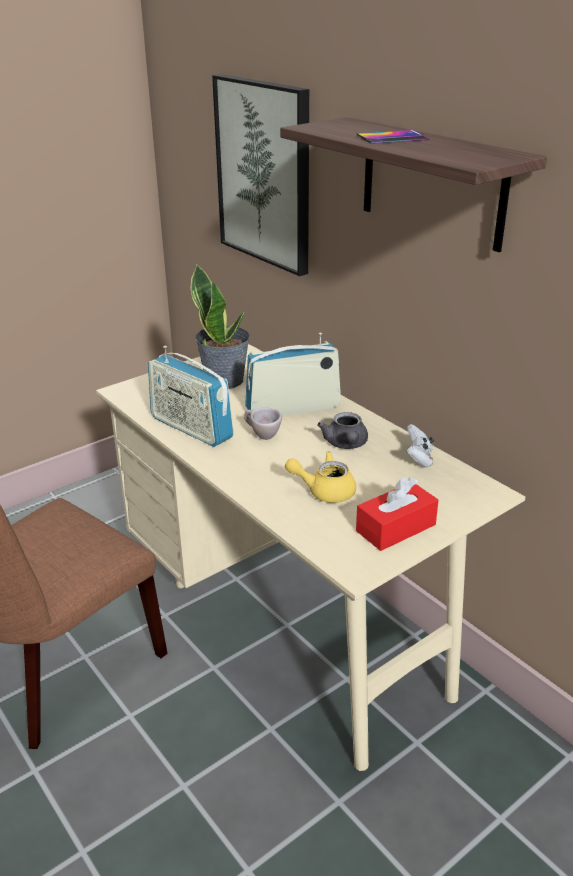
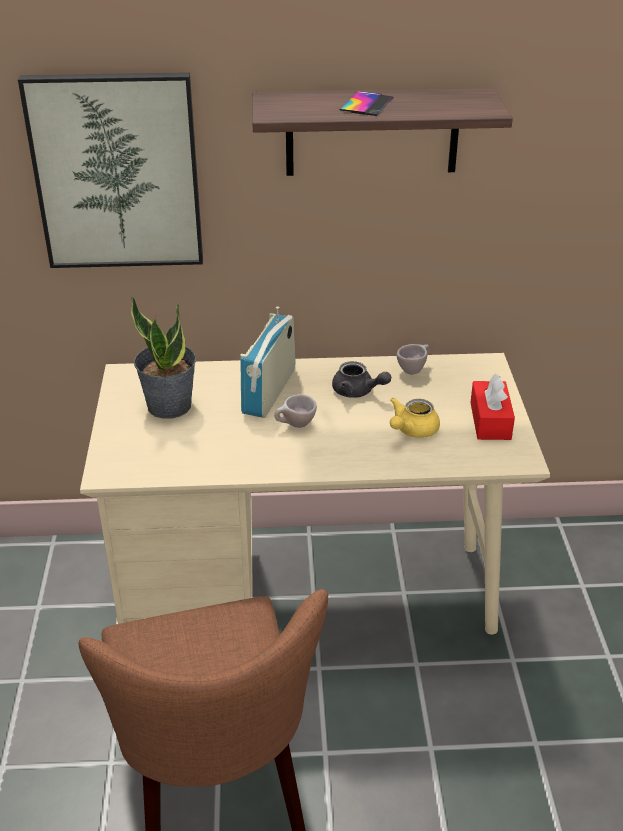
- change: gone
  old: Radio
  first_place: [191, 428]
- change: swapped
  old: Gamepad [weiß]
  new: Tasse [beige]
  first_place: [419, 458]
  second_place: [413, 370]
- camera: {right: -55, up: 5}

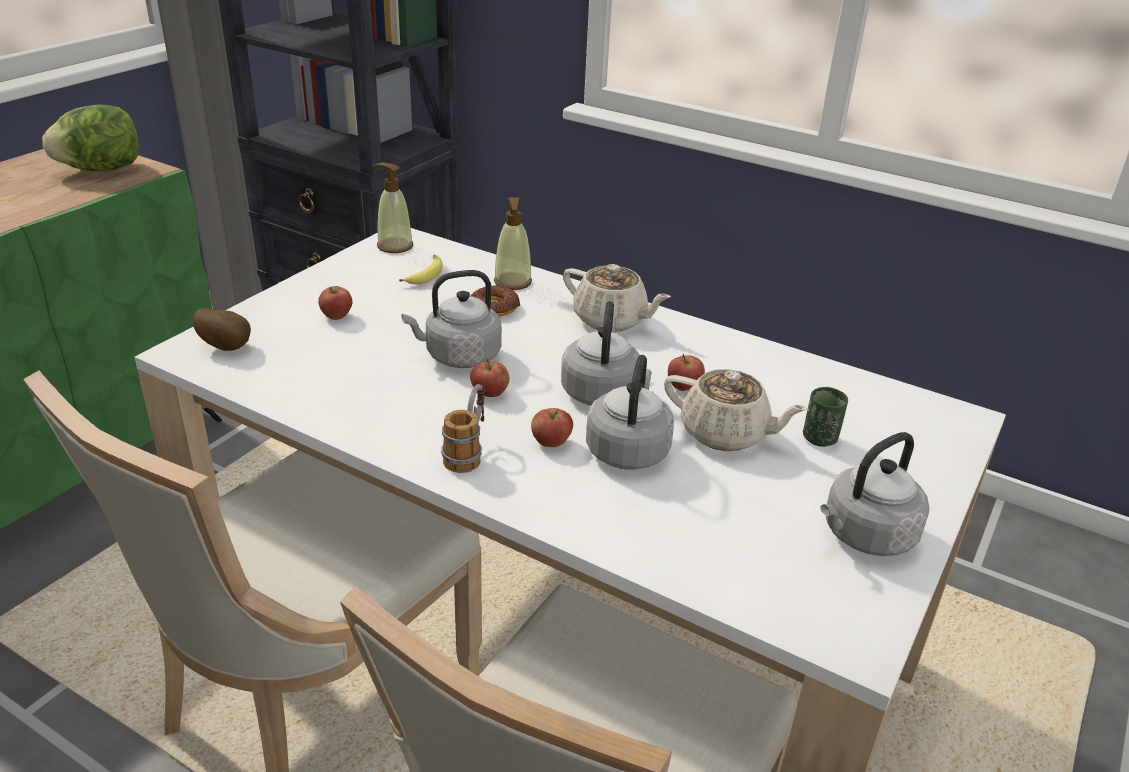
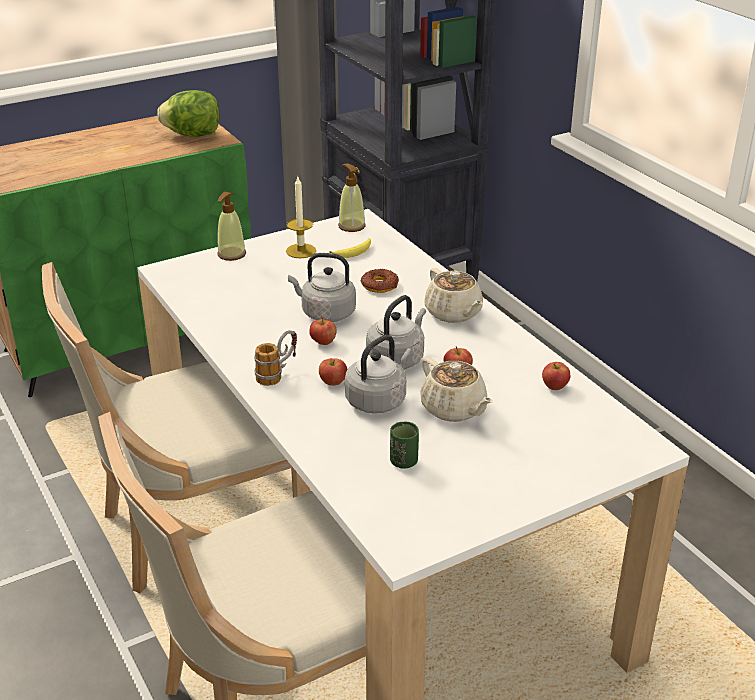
- change: gone
  old: Kartoffel
  first_place: [227, 346]
- change: shifted
  old: Apfel
  first_place: [337, 316]
  second_place: [555, 387]
- change: shifted
  old: Seifenspender
  first_place: [512, 282]
  second_place: [231, 254]
- change: shifted
  old: Tasse [grün]
  first_place: [819, 438]
  second_place: [403, 462]
- change: gone
  old: Wasserkessel [grau]
  first_place: [865, 536]
- change: new
  new: Kerze
  second_place: [301, 251]
- camera: {right: 30, up: 0}

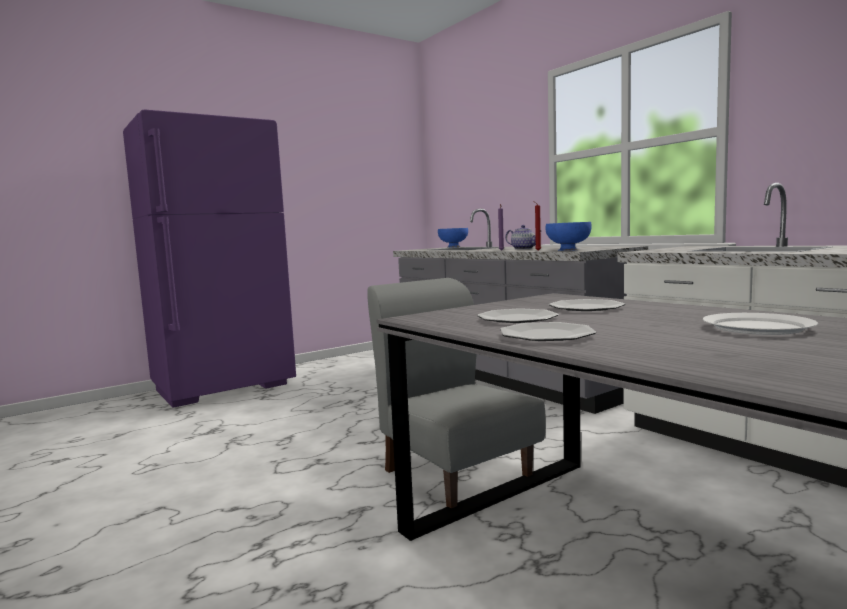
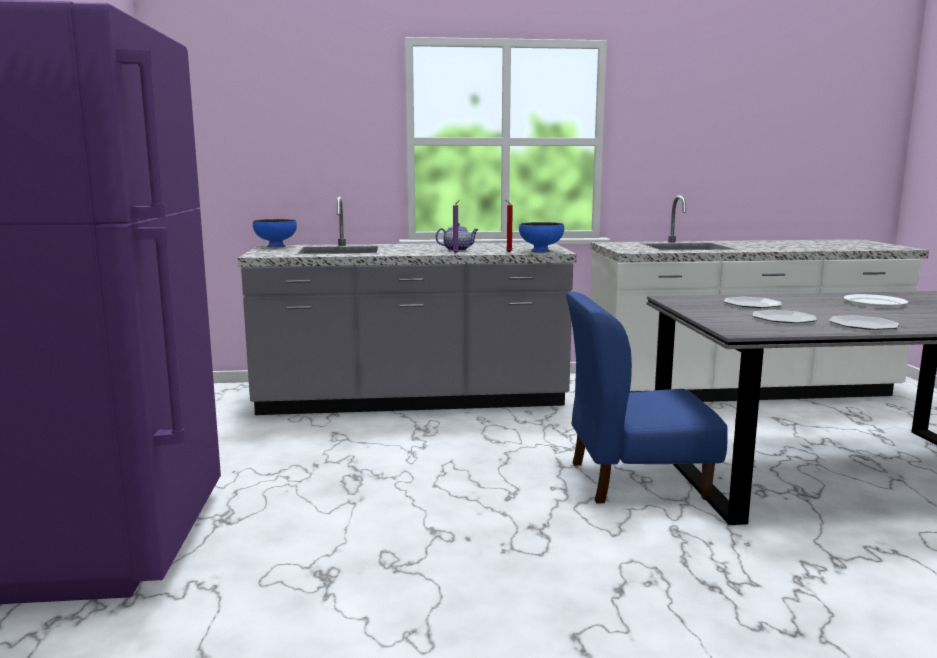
- change: repainted
  old: Stuhl [grau]
  new: Stuhl [blau]
  first_place: [456, 473]
  second_place: [636, 479]
- camera: {right: -60, up: 5}

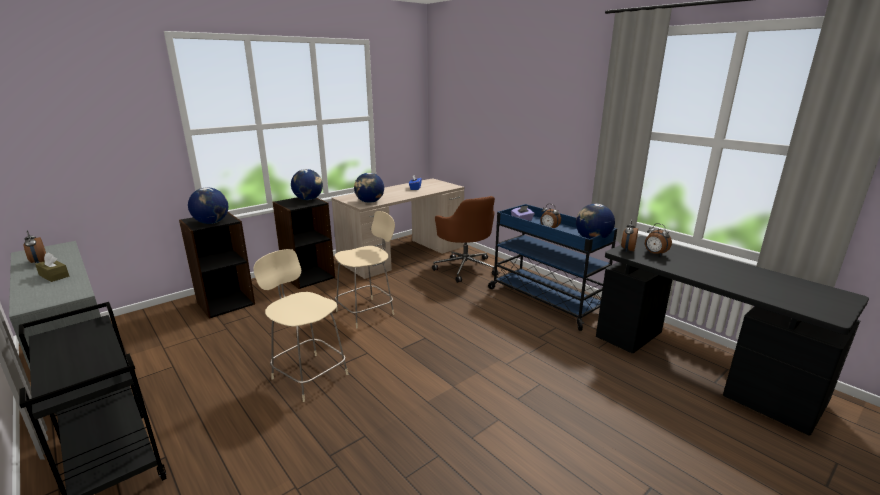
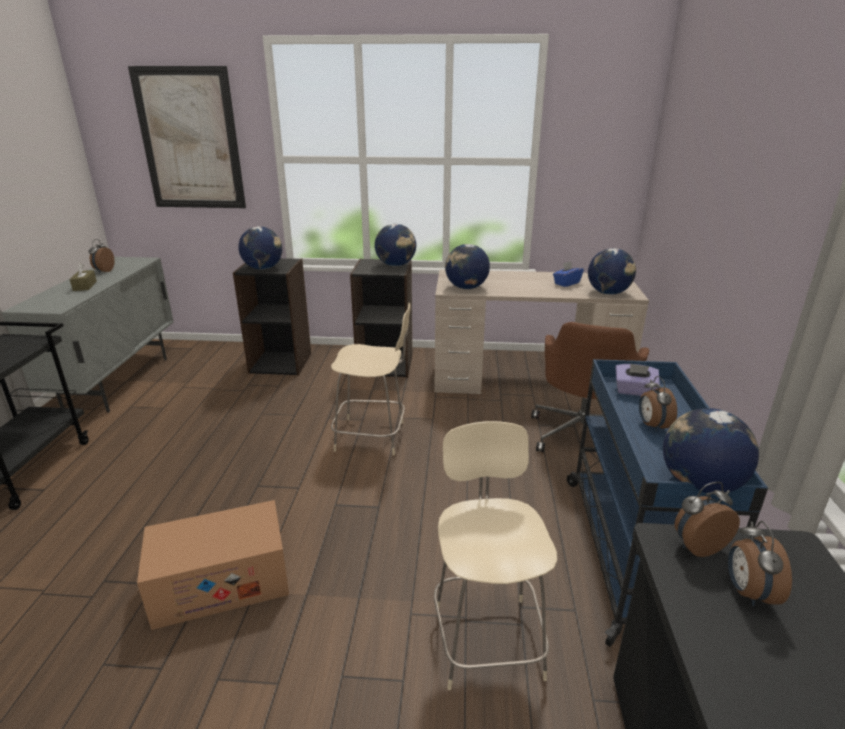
- change: shifted
  old: Stuhl [beige]
  first_place: [308, 375]
  second_place: [487, 637]
- change: new
  new: Bild
  second_place: [190, 140]
- change: new
  new: Karton
  second_place: [221, 582]
- change: new
  new: Globus
  second_place: [608, 293]
- camera: {right: 45, up: 5}

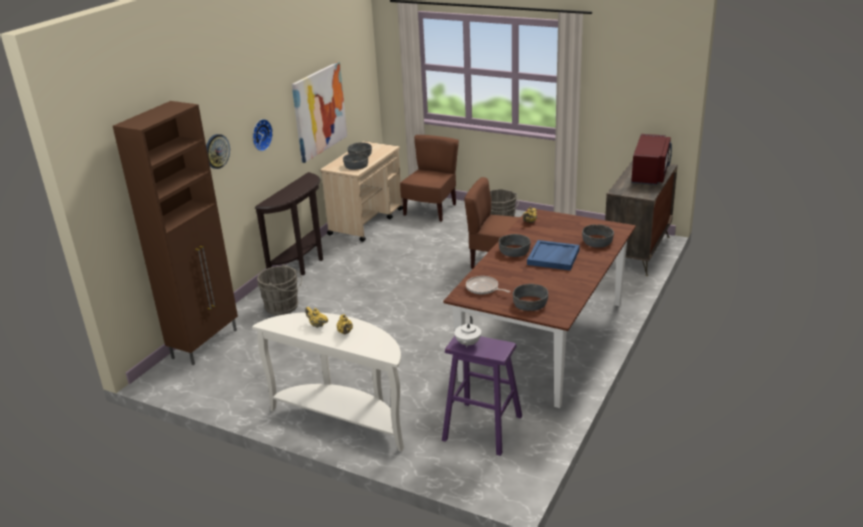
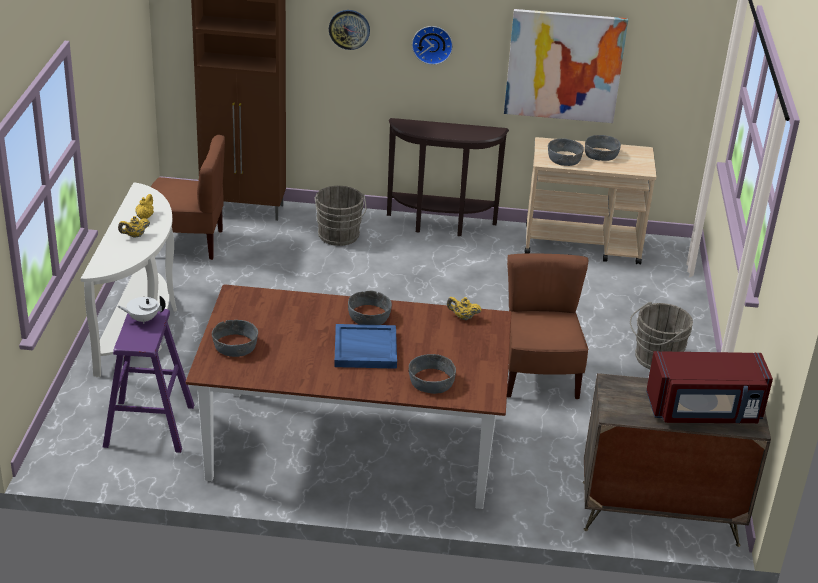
- change: shifted
  old: Stuhl [braun]
  first_place: [431, 210]
  second_place: [187, 243]
- change: gone
  old: Pfanne
  first_place: [483, 288]
- camera: {right: 65, up: 5}

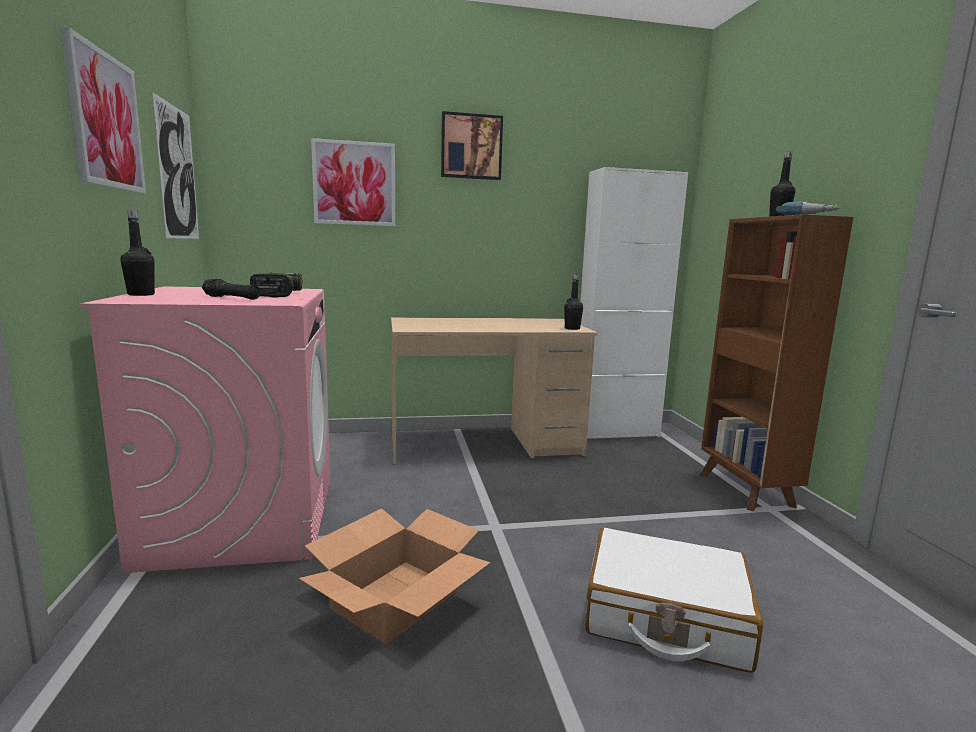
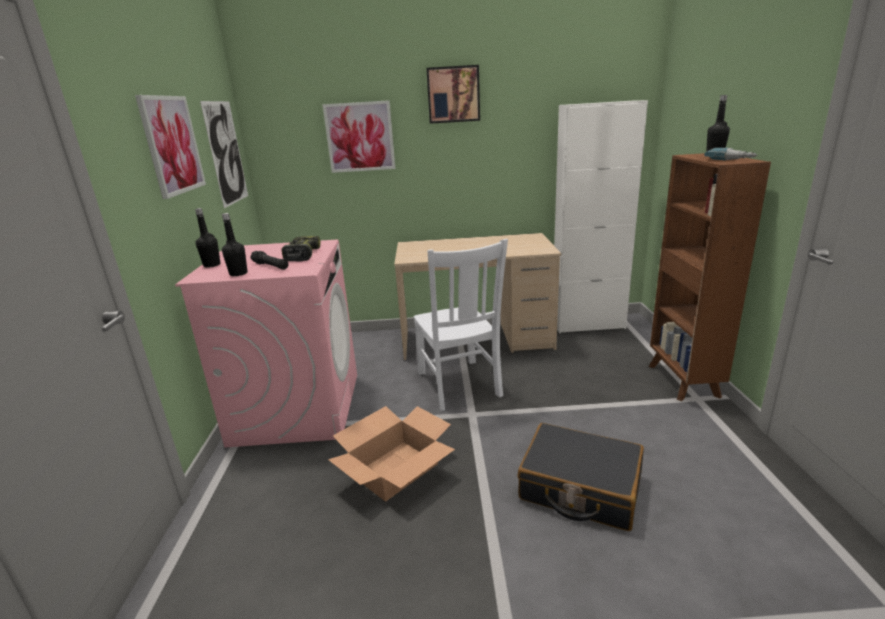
- change: shifted
  old: Flasche [schwarz]
  first_place: [572, 328]
  second_place: [238, 274]
- change: repainted
  old: Koffer [weiß]
  new: Koffer [schwarz]
  first_place: [665, 616]
  second_place: [580, 488]
- change: new
  new: Stuhl [weiß]
  second_place: [459, 385]
- camera: {right: 10, up: 10}

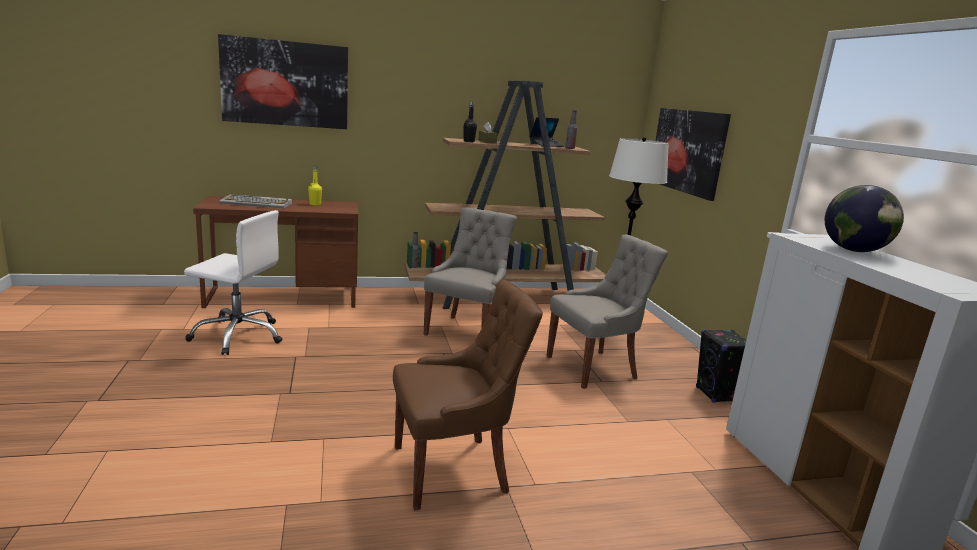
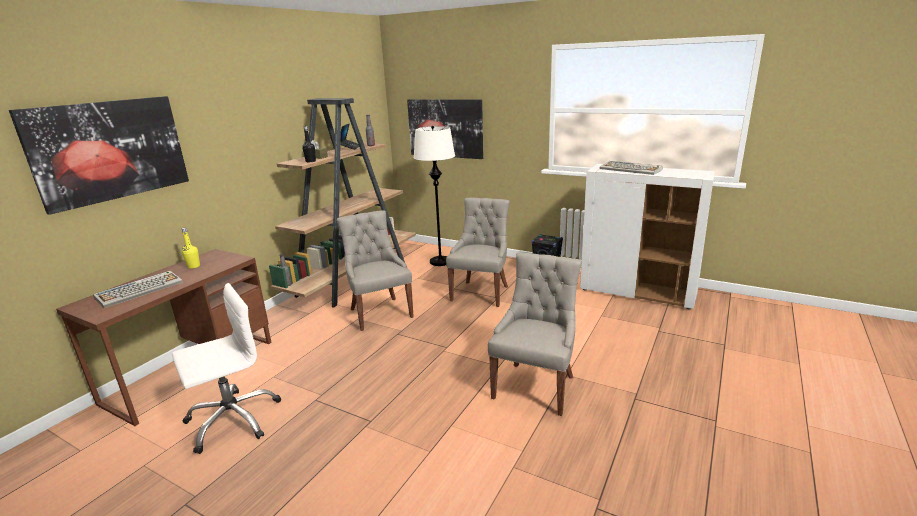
- change: repainted
  old: Stuhl [braun]
  new: Stuhl [grau]
  first_place: [453, 470]
  second_place: [535, 386]
- change: swapped
  old: Globus
  new: Tastatur
  first_place: [854, 251]
  second_place: [631, 169]
- camera: {right: -45, up: 5}

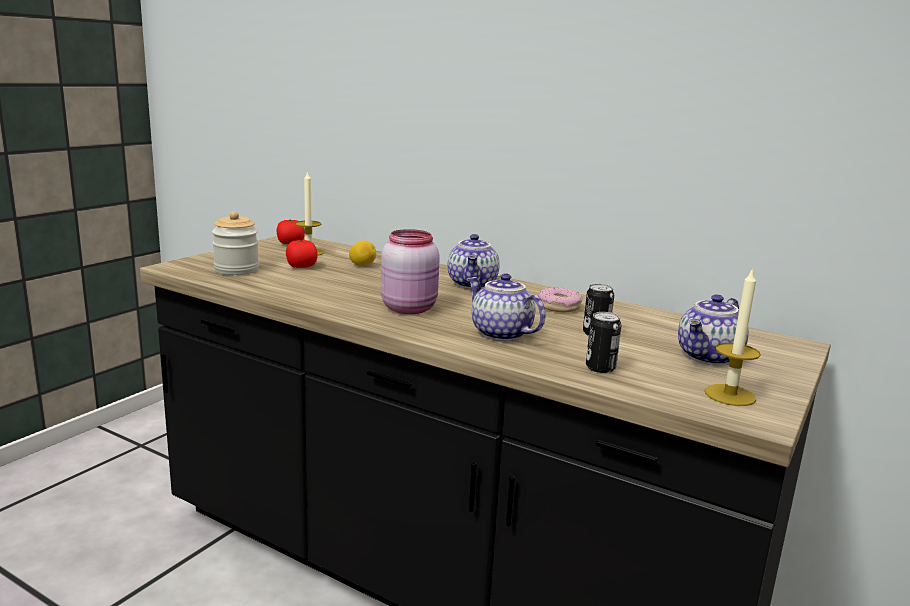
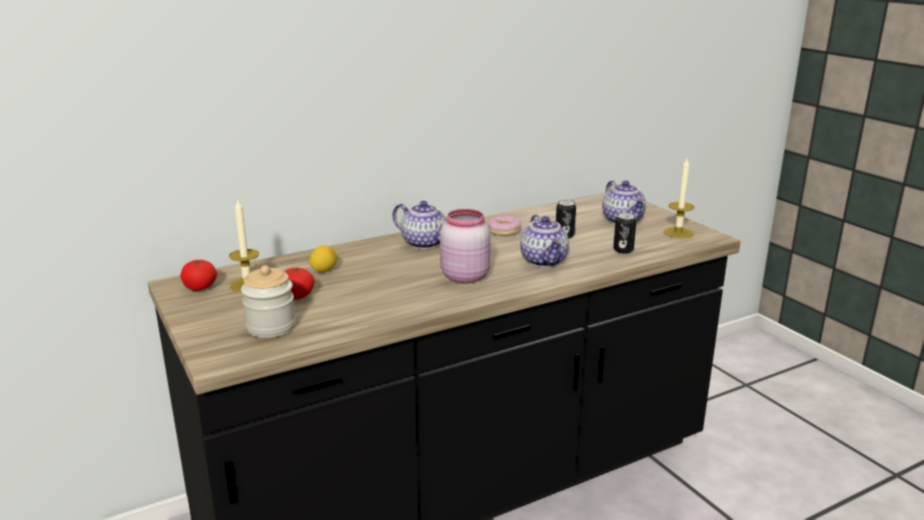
- change: rotated
  old: Teekanne
  first_place: [500, 334]
  second_place: [545, 261]
  degrees: -90
- camera: {right: -60, up: 5}

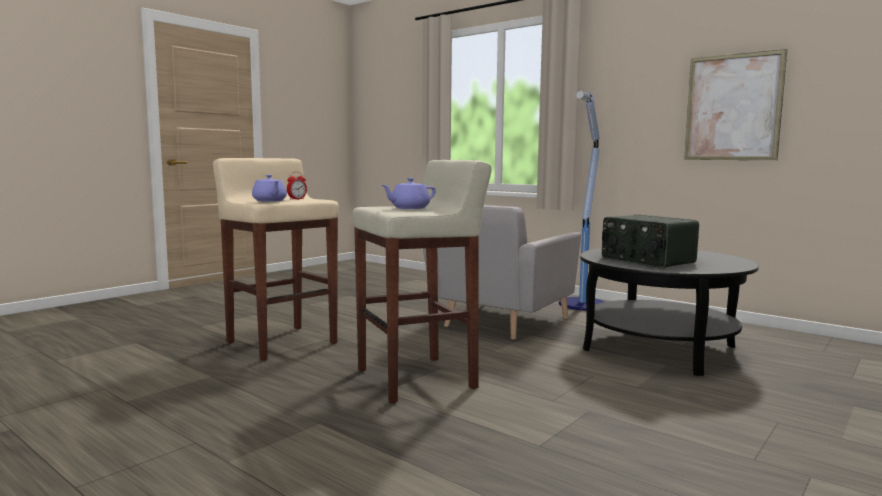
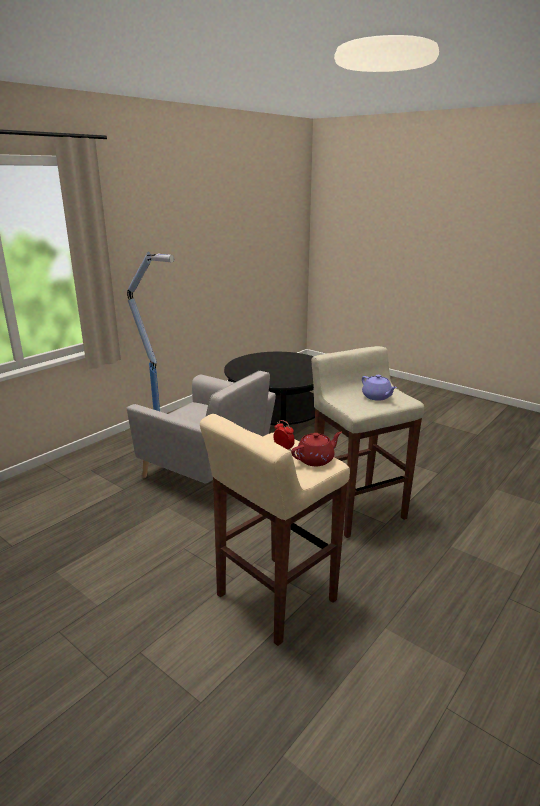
- change: repainted
  old: Teekanne [lila]
  new: Teekanne [rot]
  first_place: [270, 201]
  second_place: [316, 459]
- change: gone
  old: Radio
  first_place: [646, 260]
- change: gone
  old: Bild
  first_place: [732, 107]
- camera: {right: -90, up: 15}

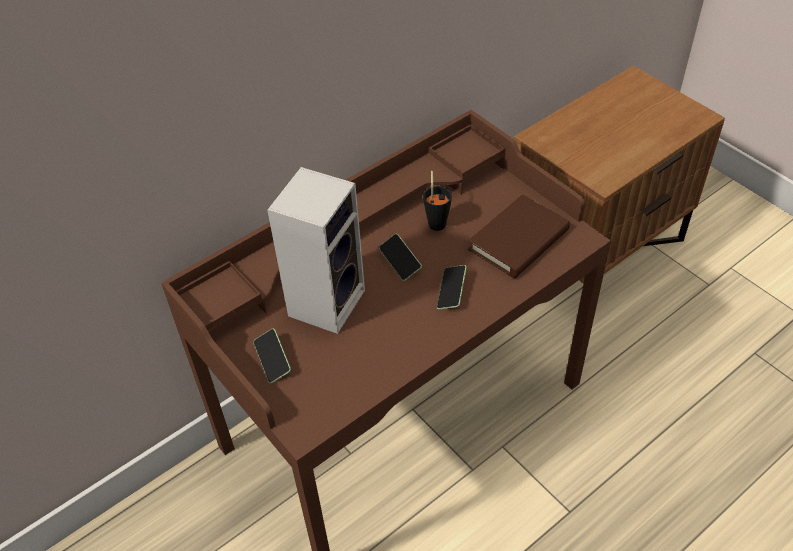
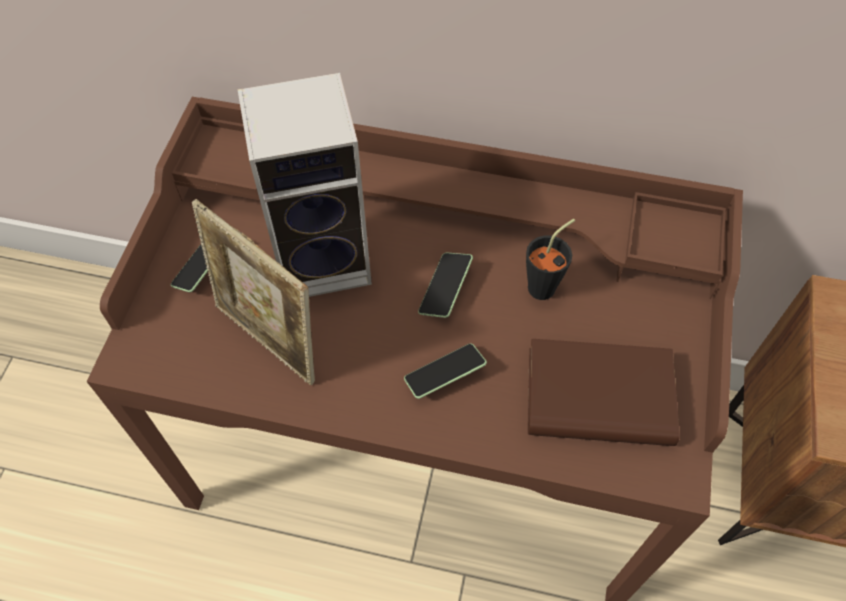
- change: new
  new: Bilderrahmen
  second_place: [270, 340]
- camera: {right: 50, up: 10}

